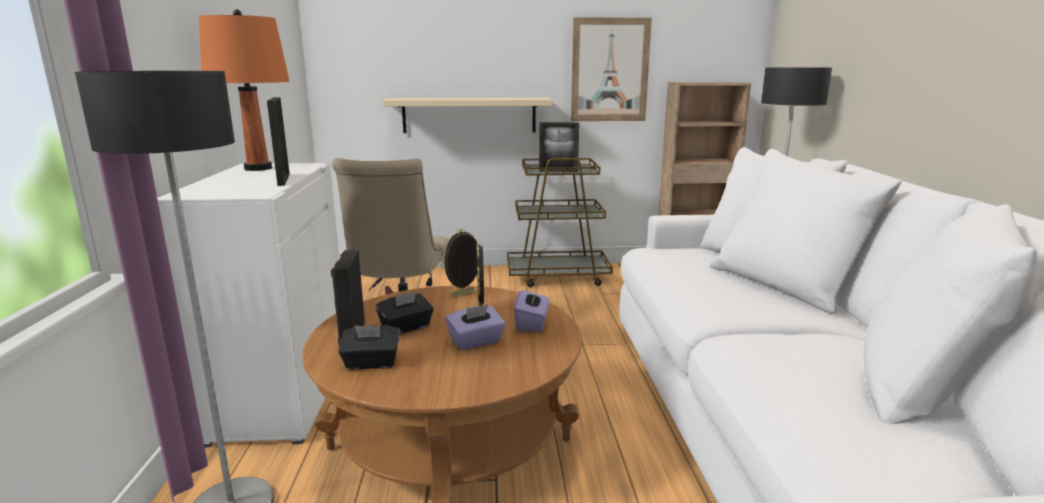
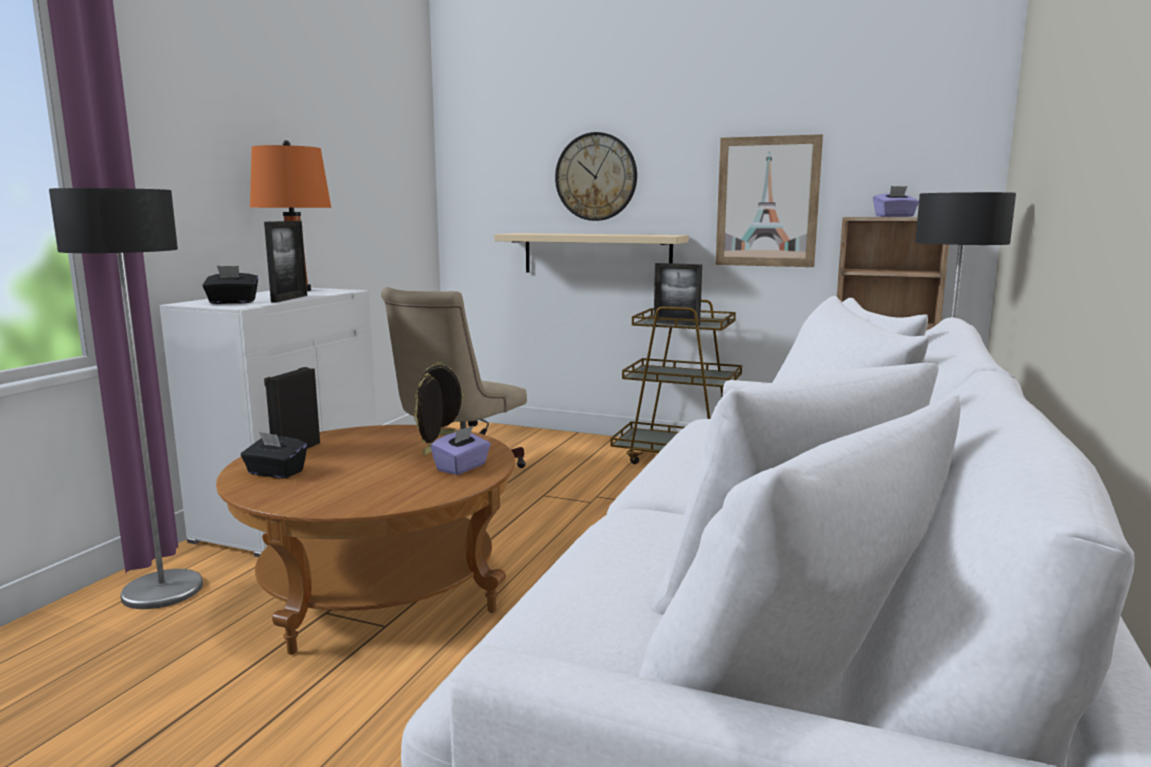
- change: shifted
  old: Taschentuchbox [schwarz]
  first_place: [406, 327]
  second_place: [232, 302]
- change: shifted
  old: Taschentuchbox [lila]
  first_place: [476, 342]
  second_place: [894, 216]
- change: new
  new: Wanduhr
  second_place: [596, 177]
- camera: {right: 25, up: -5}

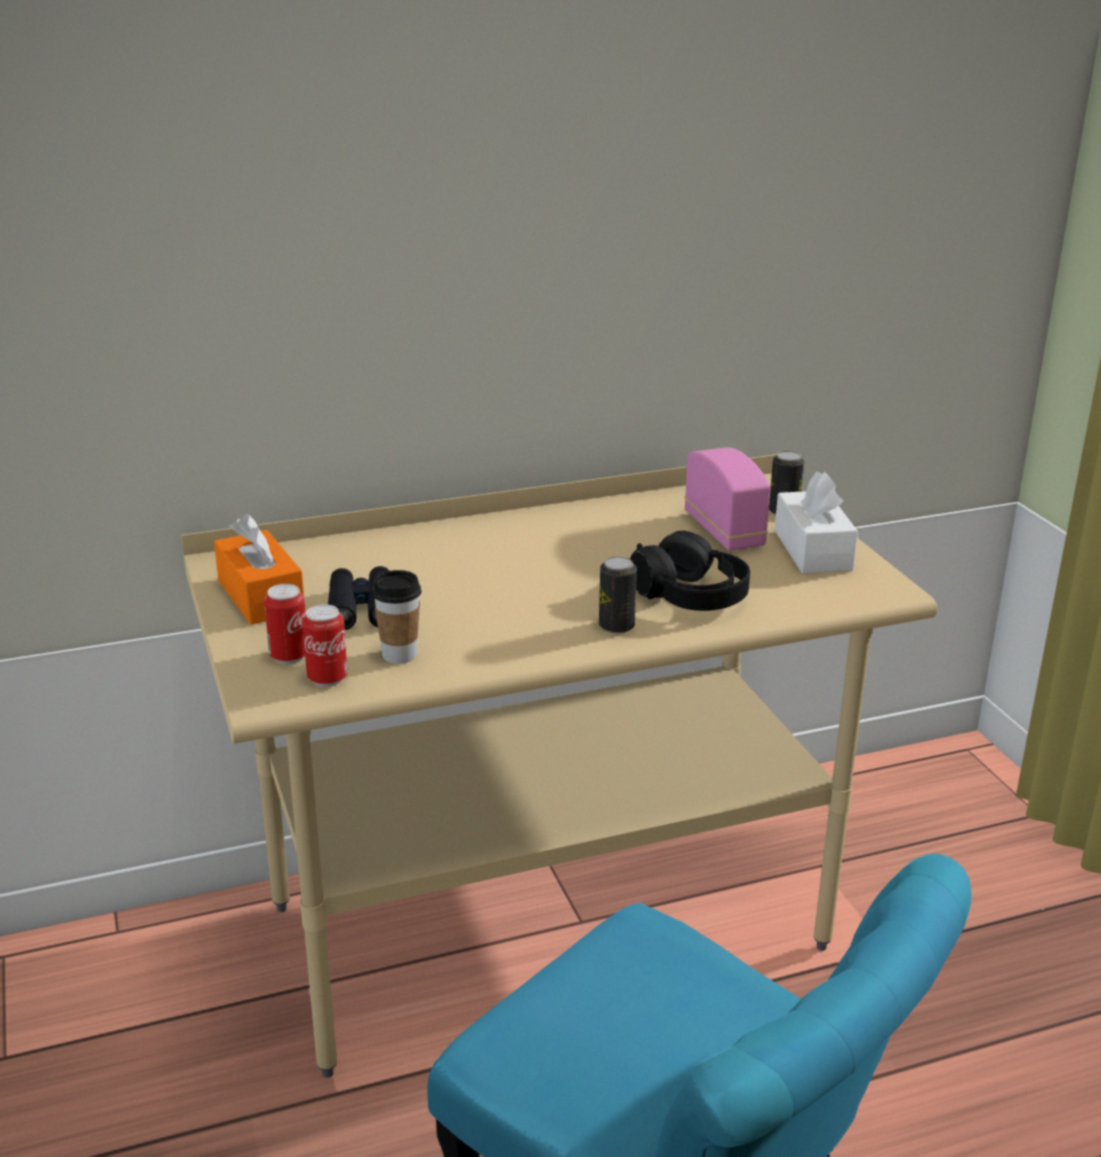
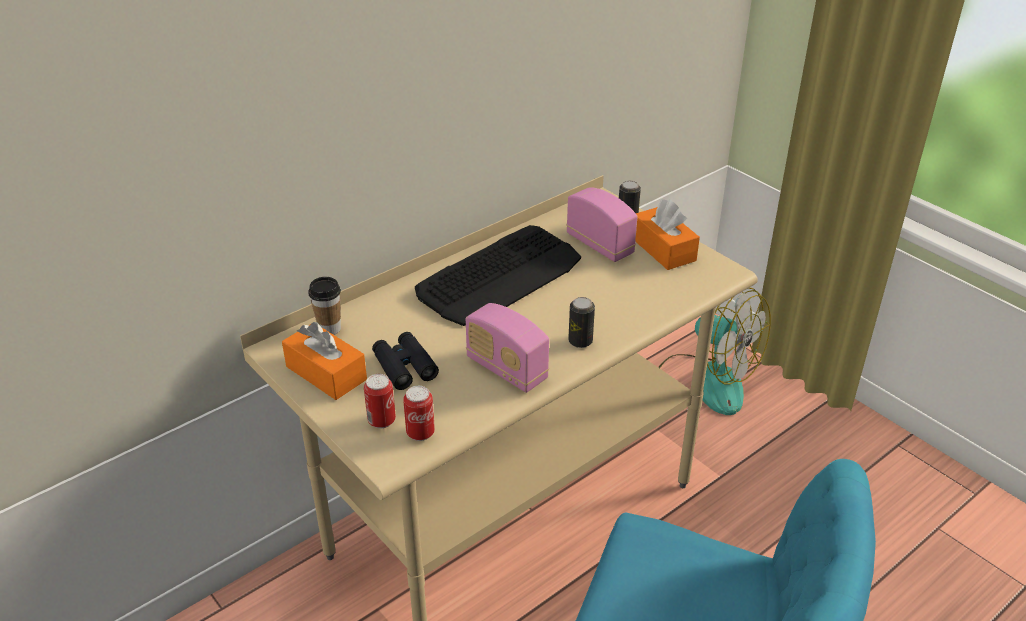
- change: shifted
  old: Tasse
  first_place: [399, 655]
  second_place: [329, 329]
- change: gone
  old: Kopfhörer [schwarz]
  first_place: [690, 595]
- change: repainted
  old: Taschentuchbox [weiß]
  new: Taschentuchbox [orange]
  first_place: [812, 550]
  second_place: [663, 249]
- change: new
  new: Tastatur
  second_place: [500, 276]
- change: new
  new: Radio
  second_place: [506, 369]
- change: new
  new: Ventilator
  second_place: [704, 383]
- camera: {right: -20, up: 10}

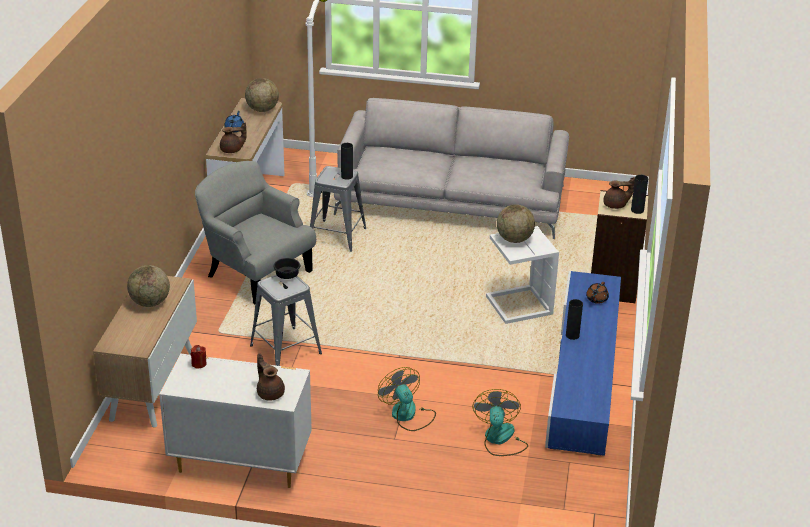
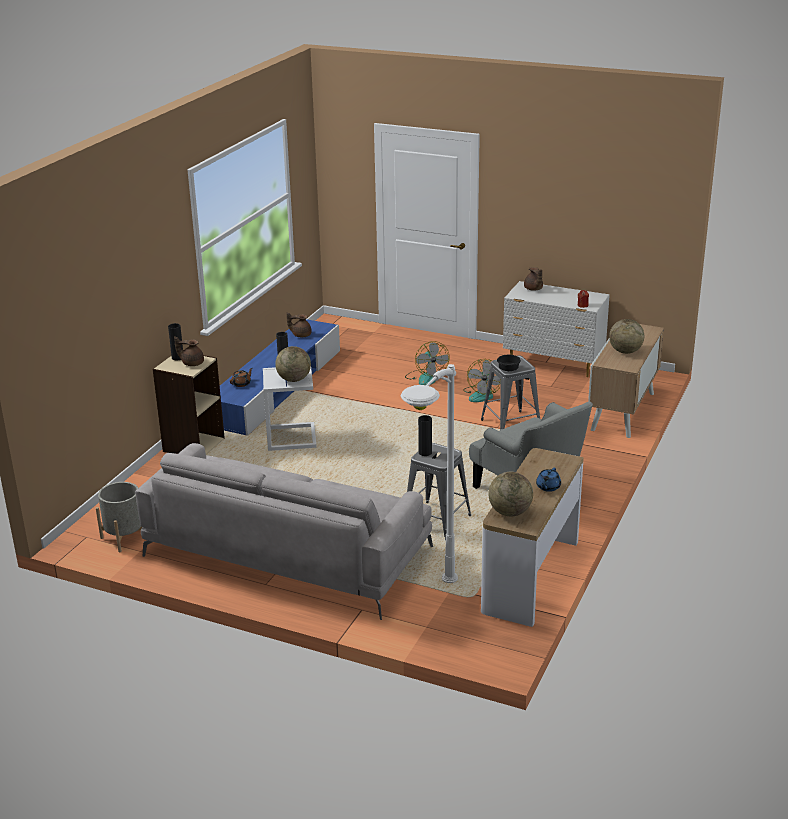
- change: shifted
  old: Teekanne [braun]
  first_place: [232, 150]
  second_place: [301, 335]
- change: shifted
  old: Ventilator
  first_place: [500, 439]
  second_place: [482, 394]
- change: new
  new: Pflanzkübel [grau]
  second_place: [125, 538]
- camera: {right: -165, up: -5}

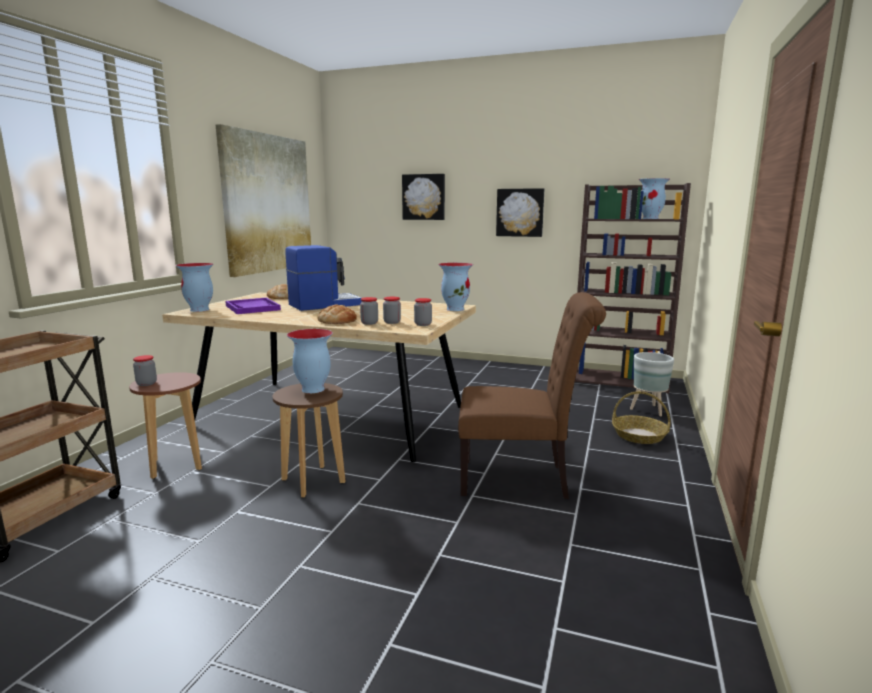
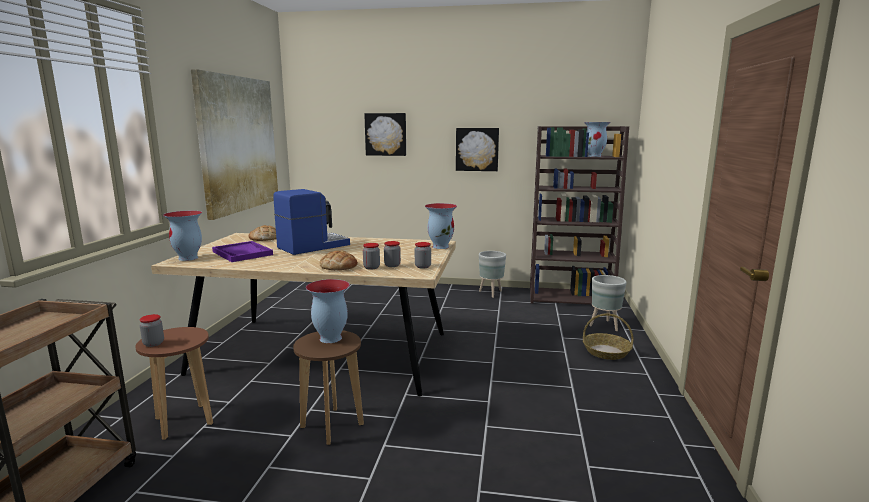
- change: gone
  old: Stuhl [braun]
  first_place: [521, 479]
- change: new
  new: Pflanzkübel [grau]
  second_place: [491, 293]
- camera: {right: -10, up: 0}

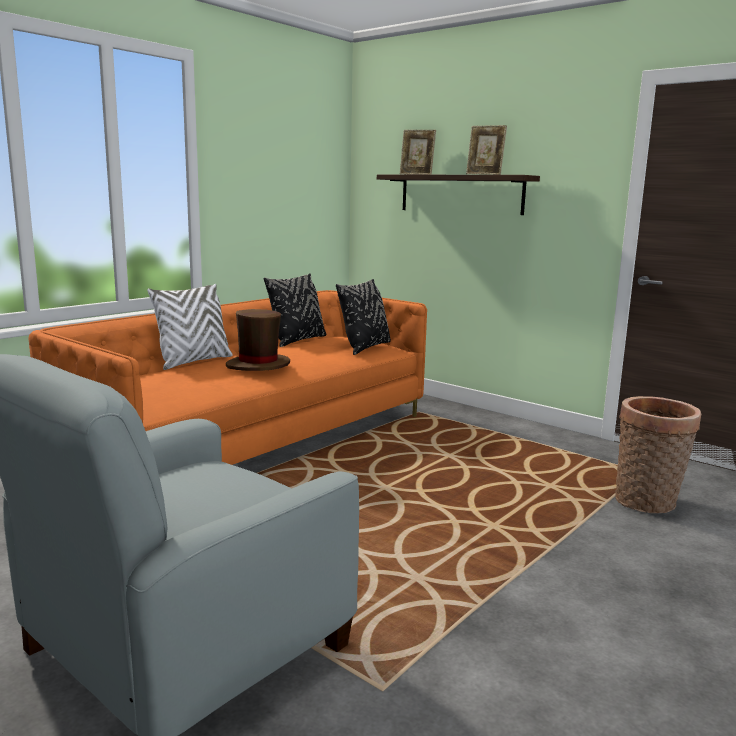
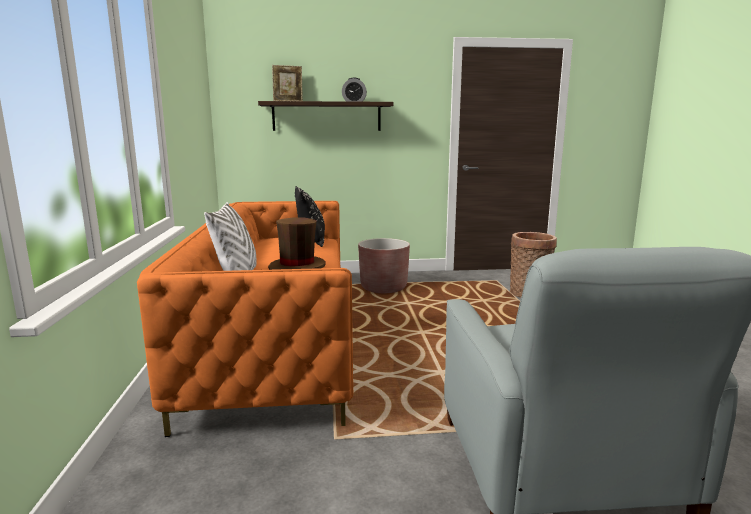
- change: gone
  old: Kissen [schwarz]
  first_place: [297, 340]
- change: swapped
  old: Bilderrahmen
  new: Wecker
  first_place: [484, 174]
  second_place: [354, 101]
- change: new
  new: Pflanzkübel [braun]
  second_place: [383, 288]
- camera: {right: -45, up: 0}

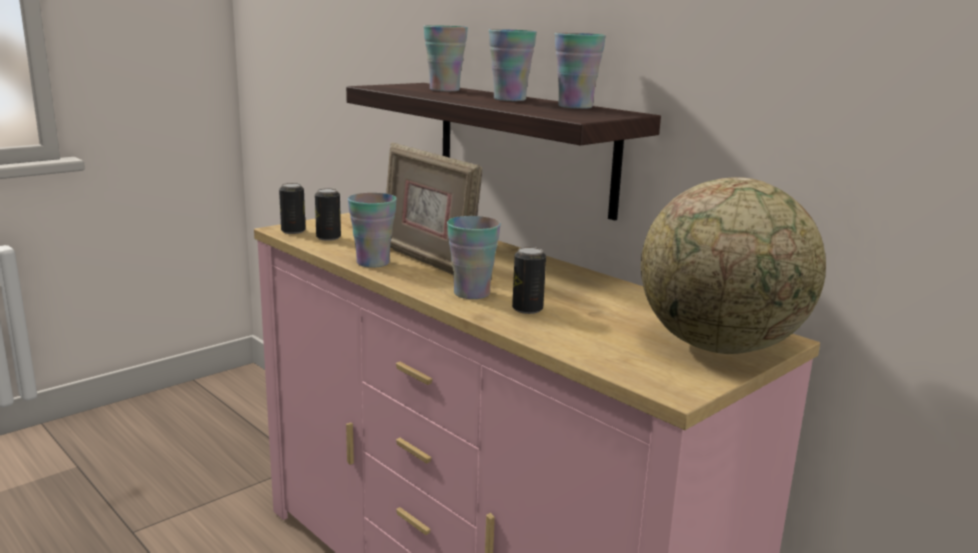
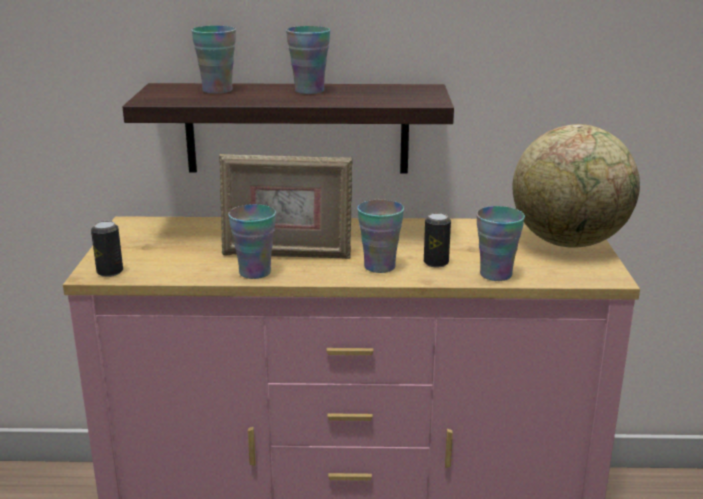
- change: gone
  old: Dose
  first_place: [328, 237]
- change: shifted
  old: Tasse
  first_place: [575, 106]
  second_place: [496, 274]
- camera: {right: -45, up: 5}

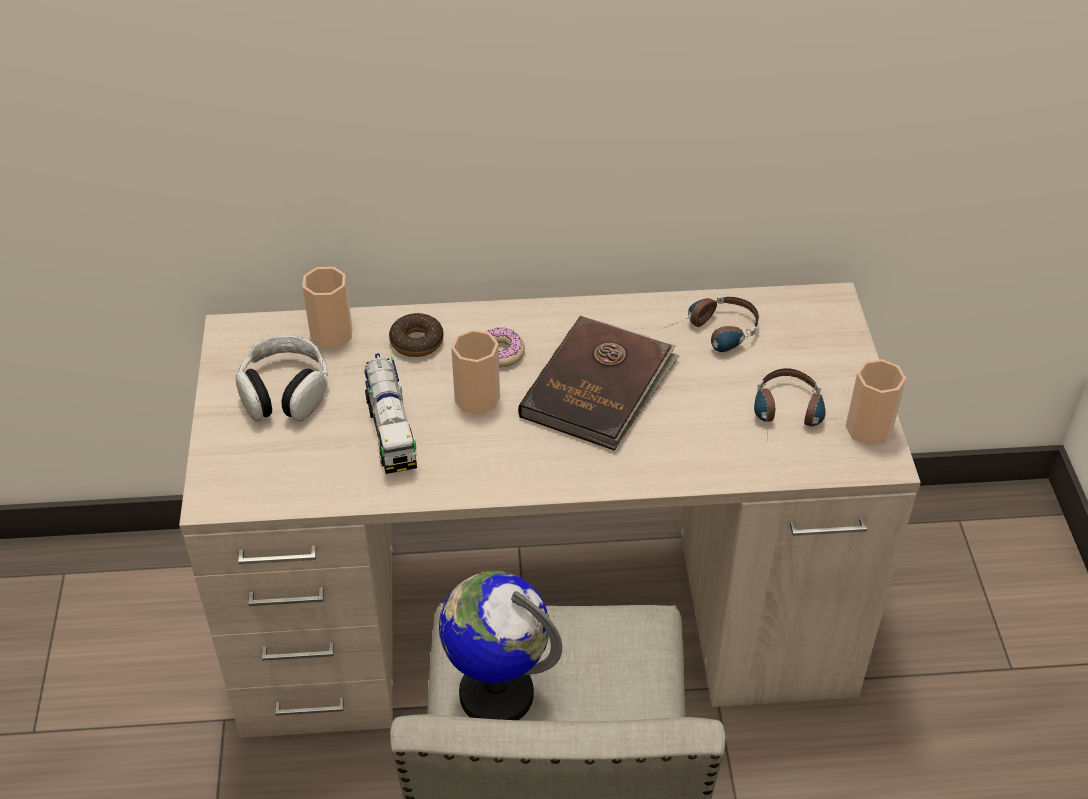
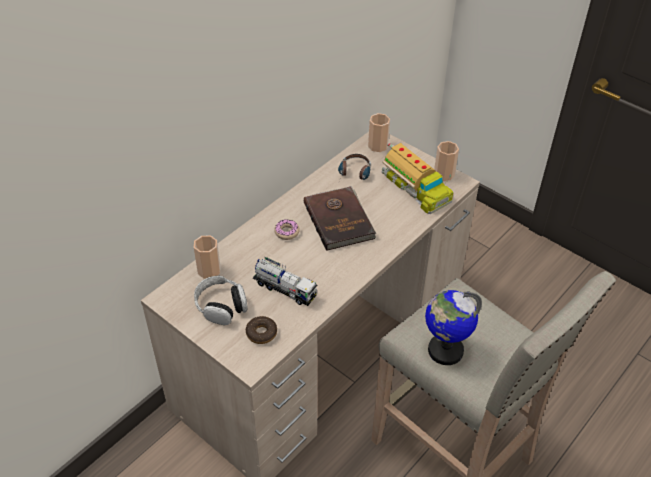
- change: shifted
  old: Donut
  first_place: [417, 341]
  second_place: [261, 333]
- change: shifted
  old: Tasse
  first_place: [477, 399]
  second_place: [378, 146]
- change: swapped
  old: Kopfhörer
  new: Spielzeuglaster
  first_place: [788, 416]
  second_place: [414, 187]
- camera: {right: -45, up: 0}

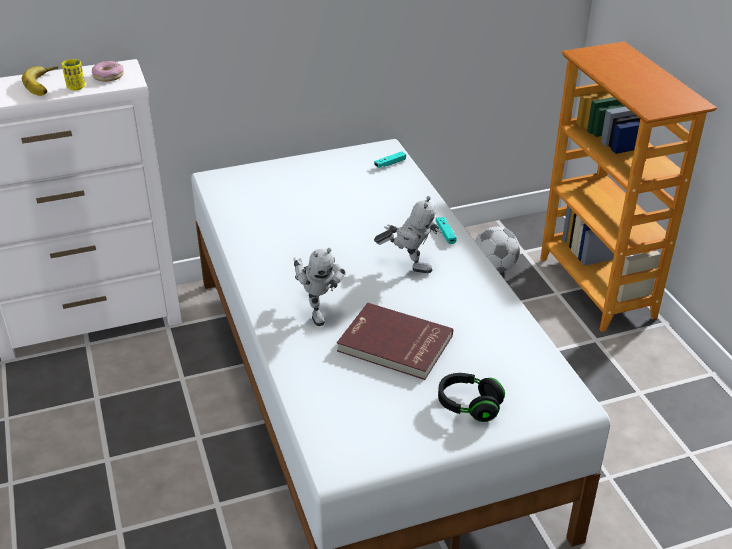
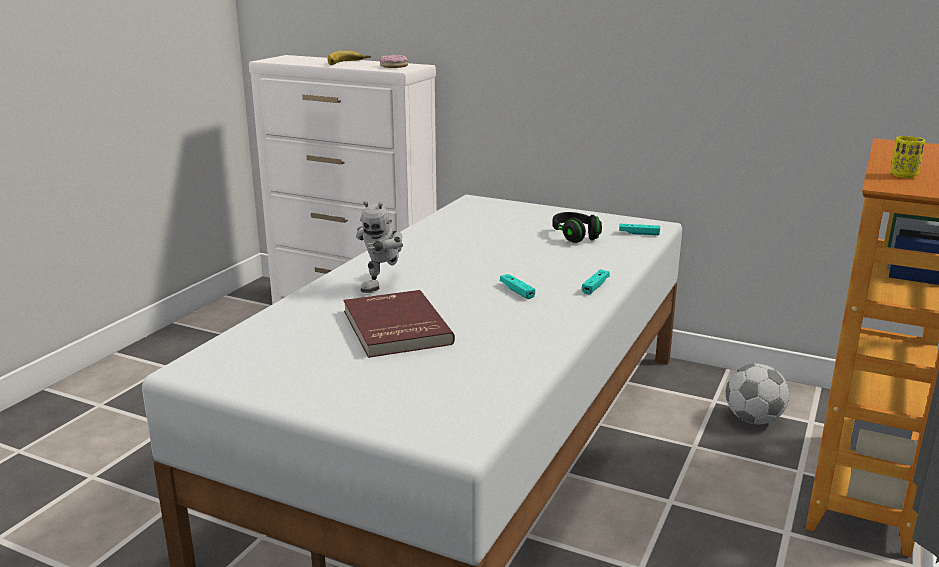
- change: shifted
  old: Tasse [gelb]
  first_place: [76, 87]
  second_place: [903, 175]
- change: swapped
  old: Spielzeugroboter
  new: Gamepad [türkis]
  first_place: [408, 265]
  second_place: [517, 291]
- change: shifted
  old: Kopfhörer [schwarz]
  first_place: [469, 405]
  second_place: [575, 236]
- camera: {right: 45, up: -15}

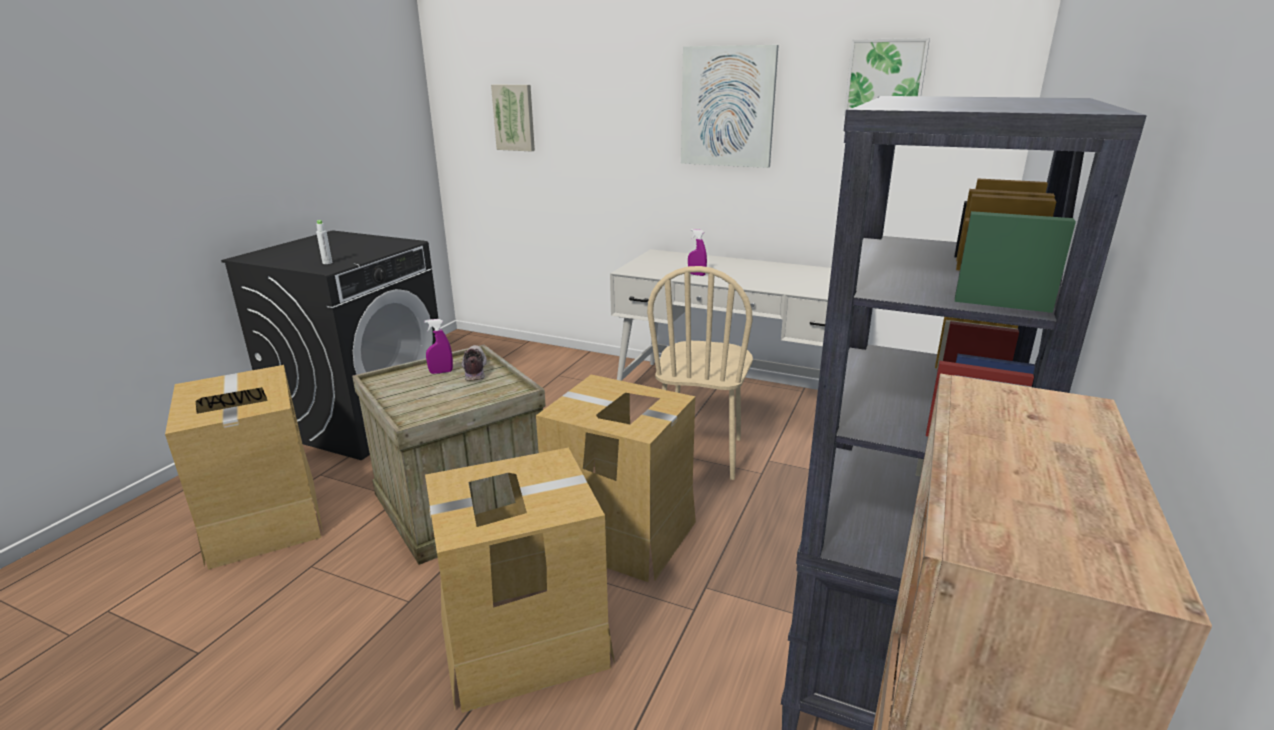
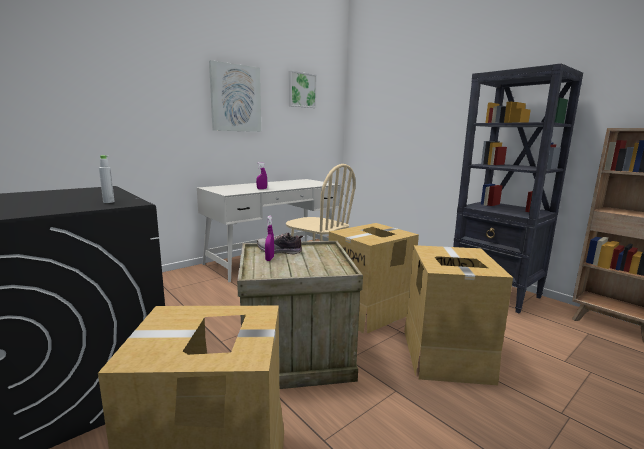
- change: gone
  old: Bild
  first_place: [514, 117]
- camera: {right: -65, up: -10}

